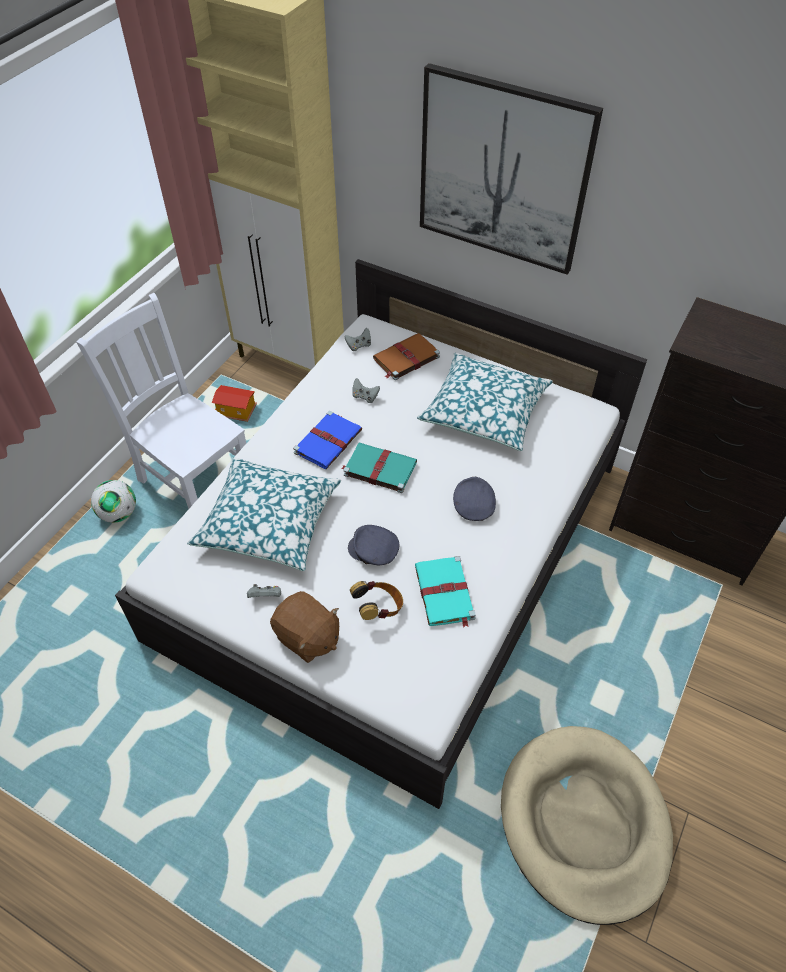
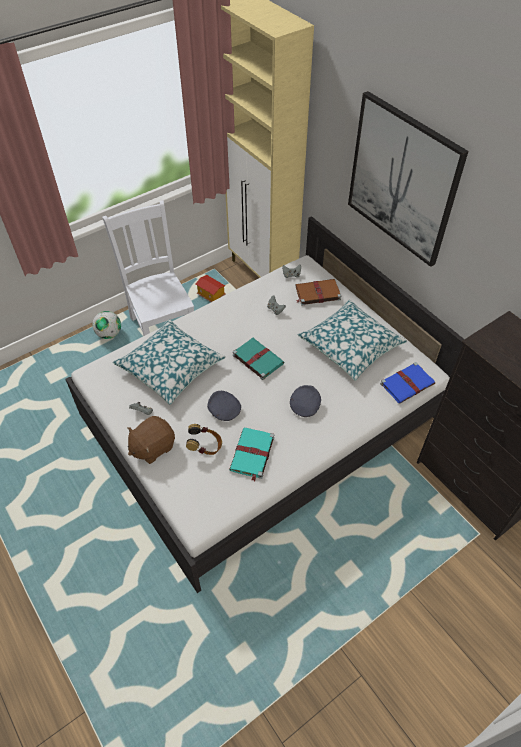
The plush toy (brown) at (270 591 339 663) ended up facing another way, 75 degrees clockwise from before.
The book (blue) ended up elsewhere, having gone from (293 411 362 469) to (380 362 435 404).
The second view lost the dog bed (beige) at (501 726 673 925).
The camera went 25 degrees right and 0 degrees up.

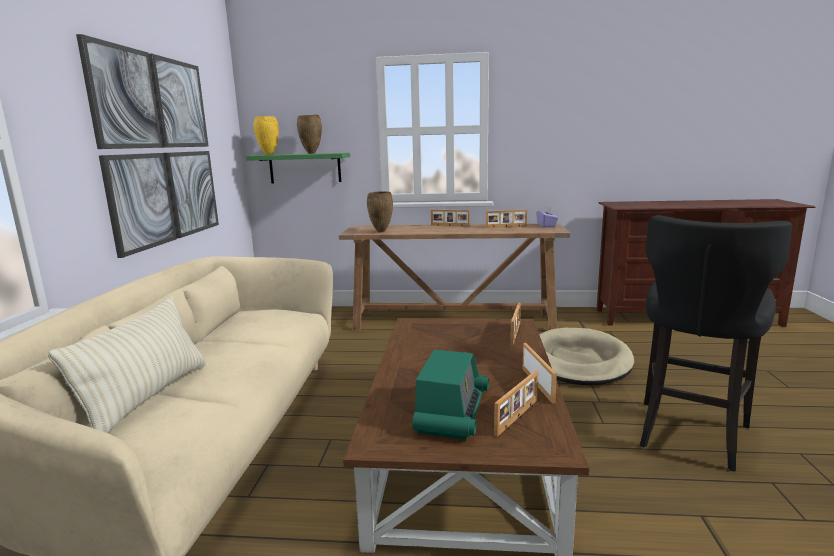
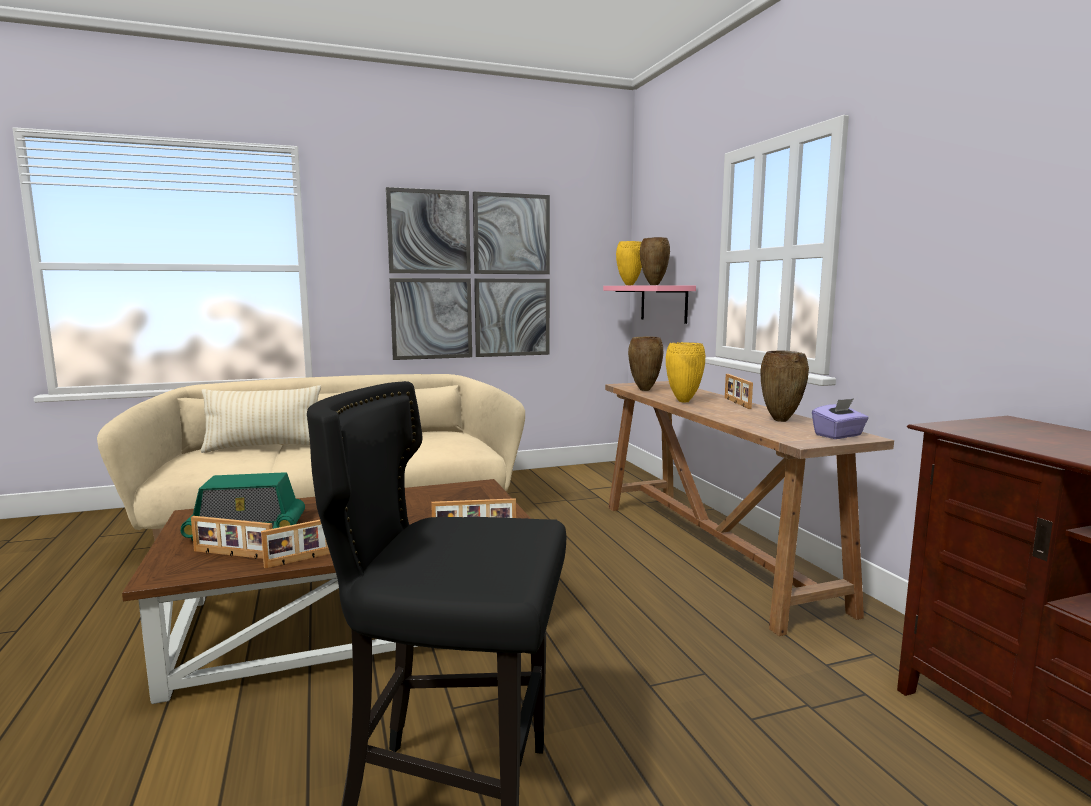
What was the shelf (green) at (245 153 350 183) turned into the shelf (pink) at (603 285 696 324).
Where the picture frame stood at (486 210 527 228), the vase (brown) came to stand at (760 350 809 422).
The second view lost the dog bed (beige) at (539 328 634 385).
The second view gained the vase (yellow) at (666 342 705 402).
The camera went 65 degrees right and 5 degrees down.

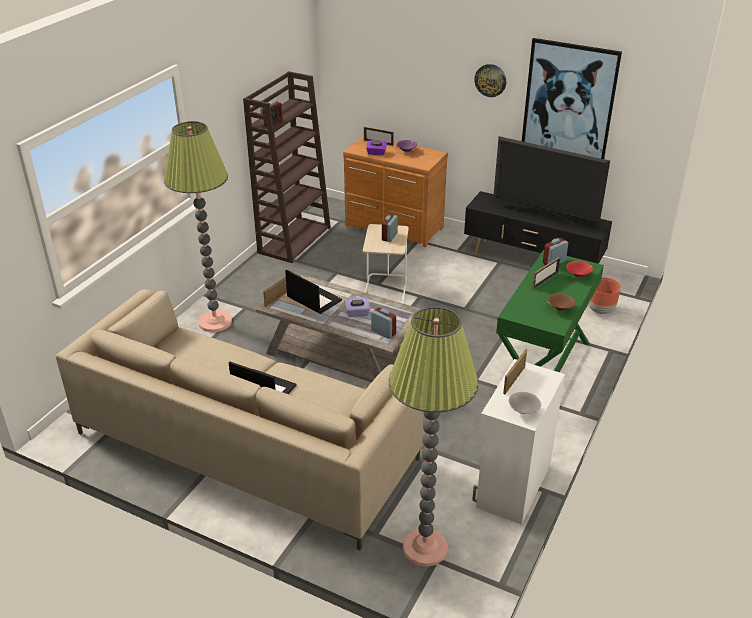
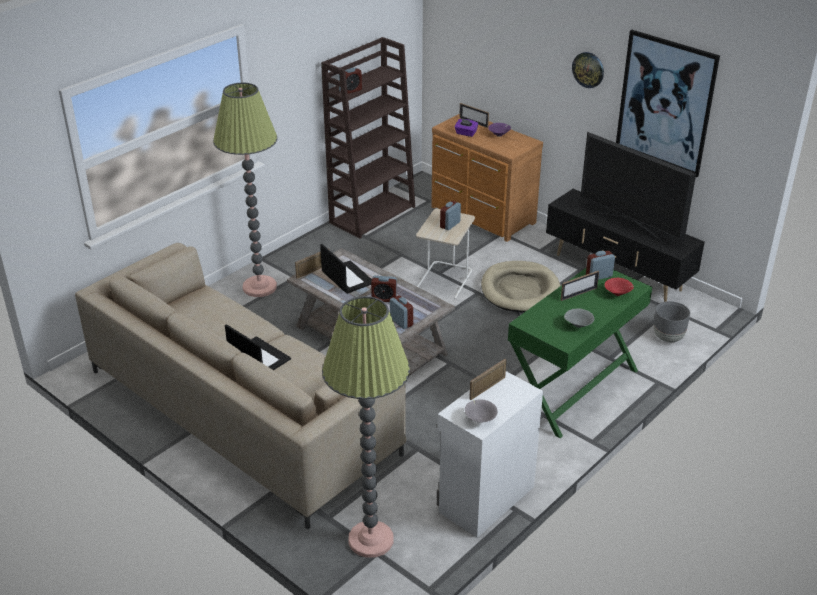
Where the tissue box (purple) stood at (345 297 370 317), the alarm clock came to stand at (371 276 397 302).
What was the bowl (brown) at (547 293 575 311) turned into the bowl (grey) at (564 308 594 328).
What was the planter (brown) at (588 277 621 314) turned into the planter (grey) at (654 301 690 343).
The second view gained the dog bed (beige) at (481 261 561 312).
The camera went 15 degrees right and 0 degrees up.

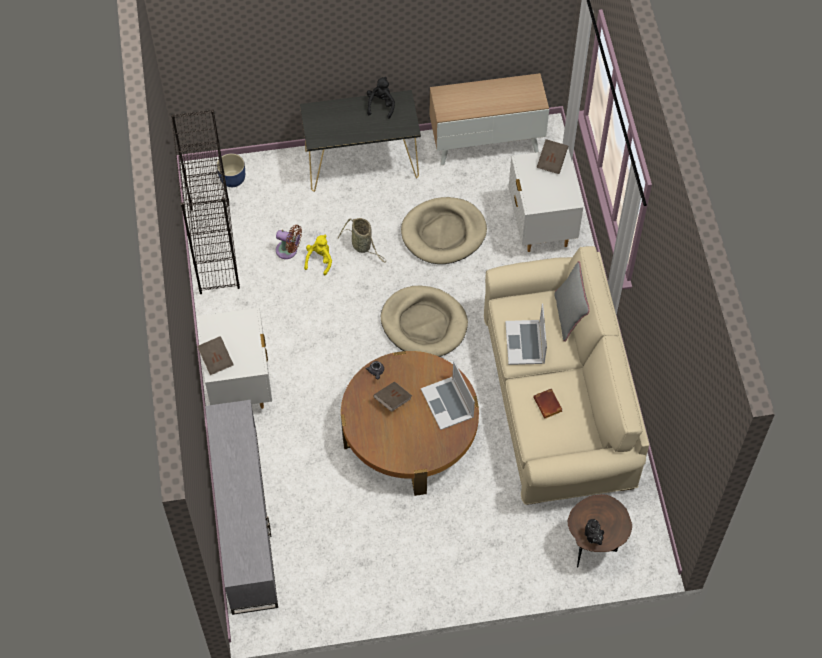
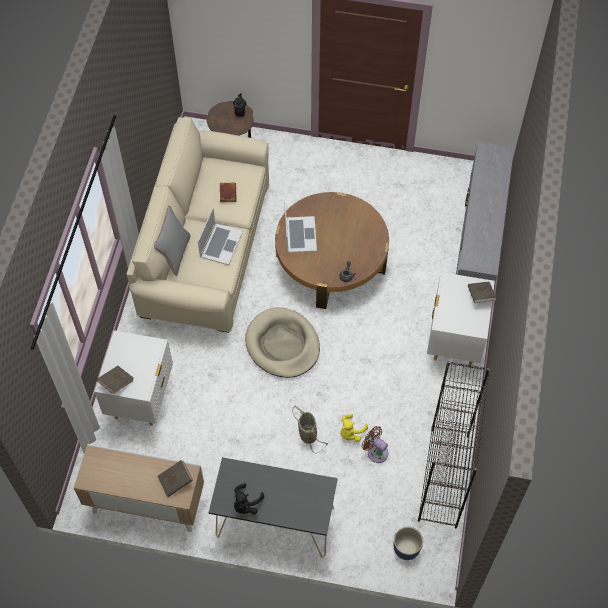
The book (brown) ended up elsewhere, having gone from (373 381 412 412) to (157 460 193 497).
The second view lost the dog bed (beige) at (401 197 487 264).
The camera went 160 degrees left and 0 degrees up.

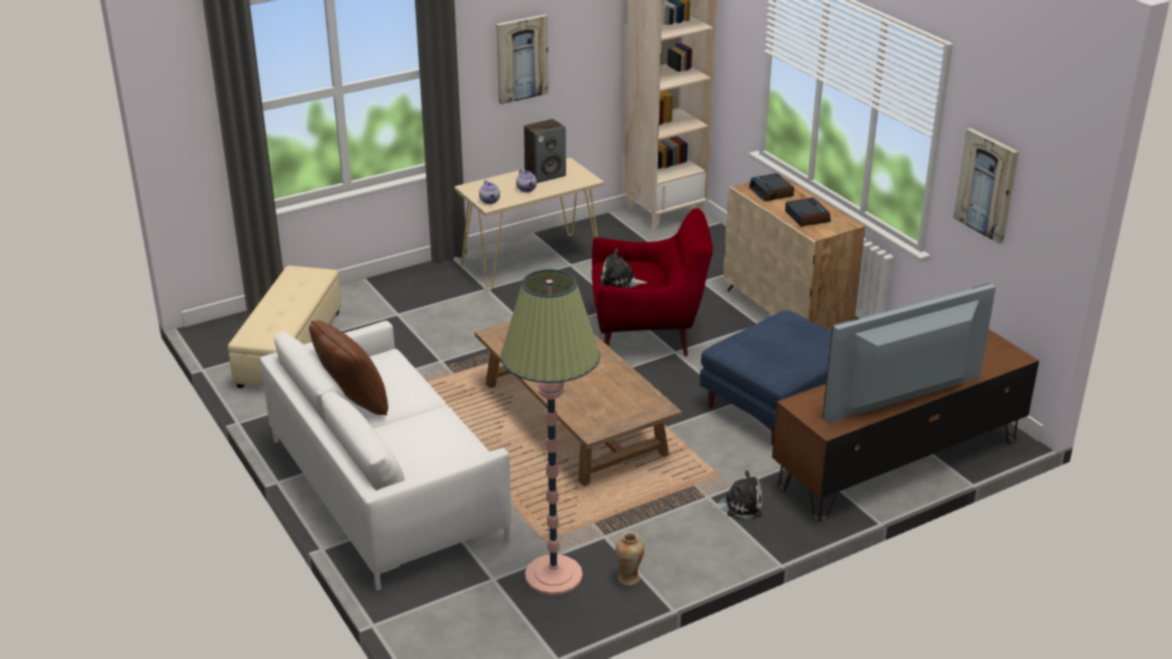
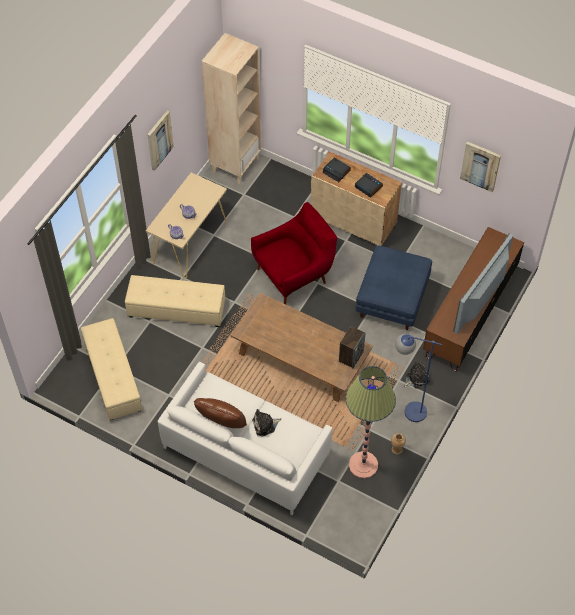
The speaker ended up elsewhere, having gone from (524 119 566 183) to (339 326 365 368).
The plush toy ended up elsewhere, having gone from (600 248 647 288) to (252 409 281 436).
The second view gained the ottoman (beige) at (125 275 225 327).
The second view gained the floor lamp (blue) at (395 334 442 422).
The camera went 30 degrees left and 25 degrees up.

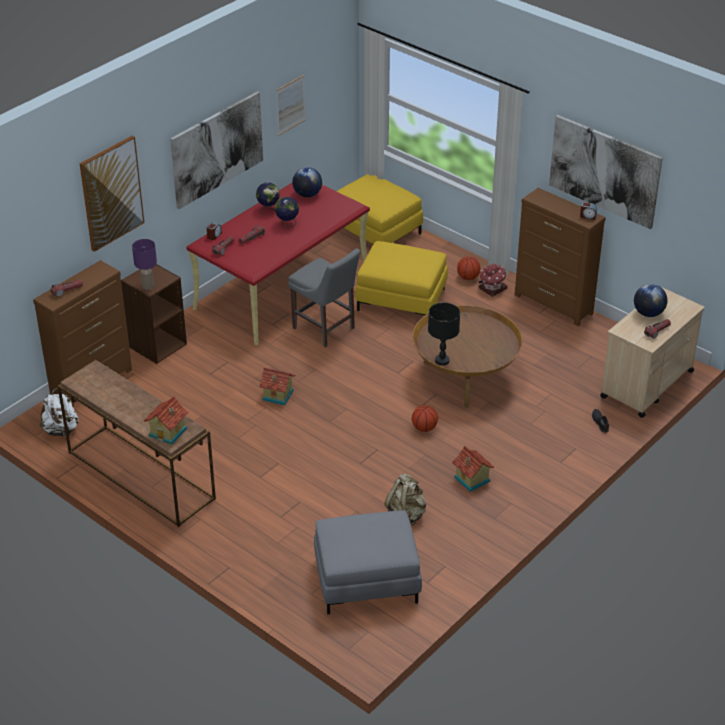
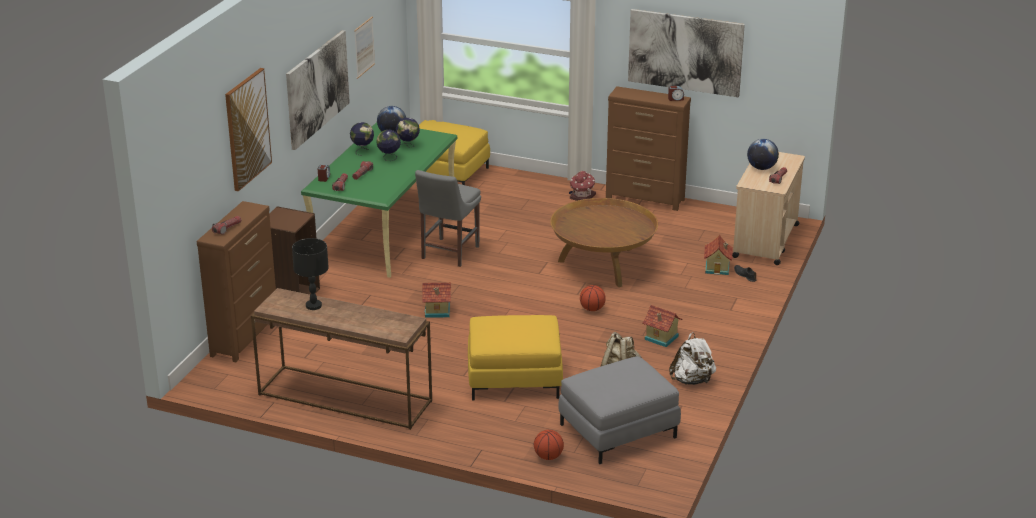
The backpack (white) ended up elsewhere, having gone from (39 388 79 438) to (669 332 716 385).
The second view lost the table lamp (purple) at (132 239 157 290).
The toy house ended up elsewhere, having gone from (144 396 188 445) to (704 235 733 275).
What was the desk (red) at (186 183 370 346) turned into the desk (green) at (301 122 457 278).
The chair (grey) at (288 249 360 347) ended up facing another way, 90 degrees clockwise from before.
The ottoman (yellow) ended up elsewhere, having gone from (355 241 448 315) to (468 315 563 400).
The table lamp (black) ended up elsewhere, having gone from (428 302 460 365) to (292 238 329 310).
The basketball ended up elsewhere, having gone from (457 257 480 280) to (534 430 564 460).
The second view gained the globe at (396 118 420 148).
The camera went 20 degrees left and 10 degrees down.

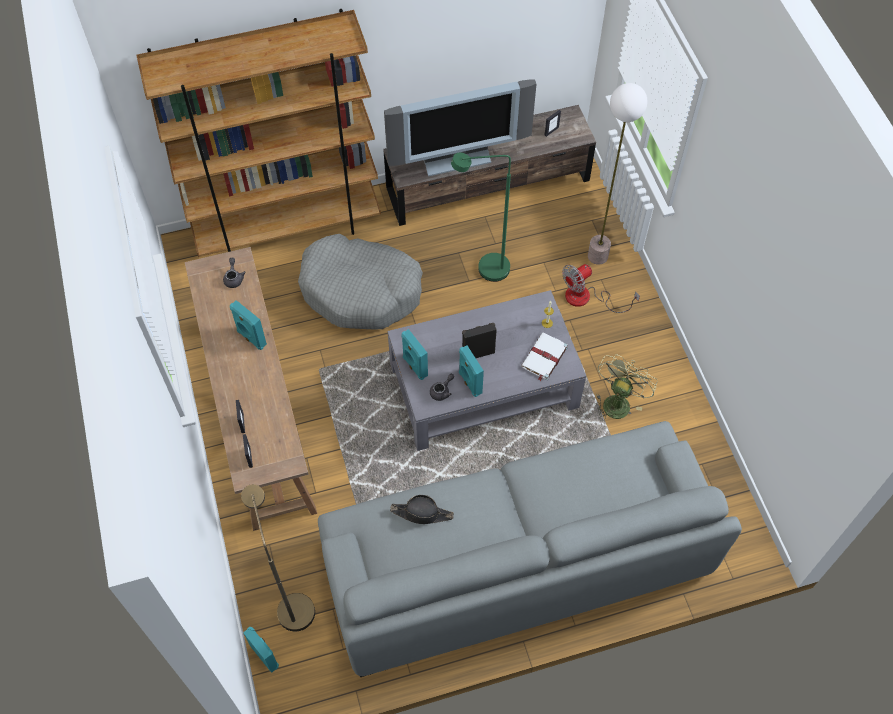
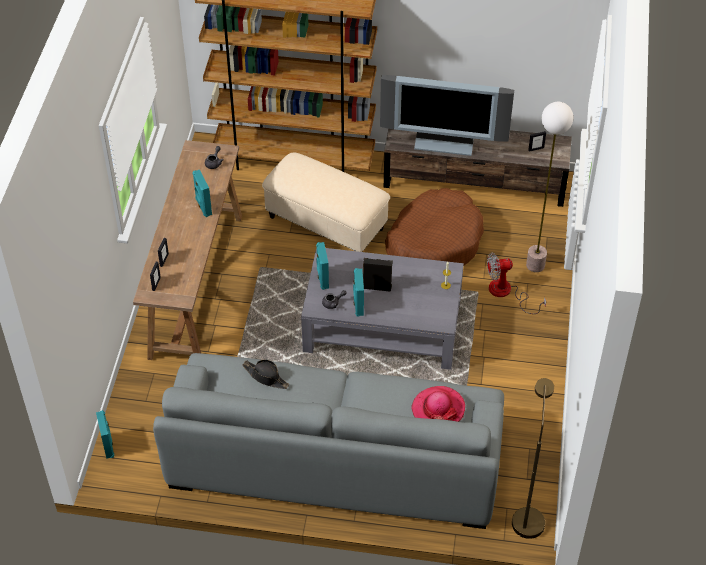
The floor lamp (brown) ended up elsewhere, having gone from (241 484 315 632) to (512 378 554 539).
Where the dog bed (grey) stood at (298 234 423 329), the ottoman (beige) came to stand at (262 152 390 252).
Where the floor lamp (green) stood at (451 152 511 282), the dog bed (brown) came to stand at (385 188 484 265).
The second view lost the book (white) at (521 333 568 381).
The second view lost the fan (green) at (595 354 658 420).
The second view gained the hat at (411 386 465 422).
The camera went 25 degrees right and 10 degrees down.

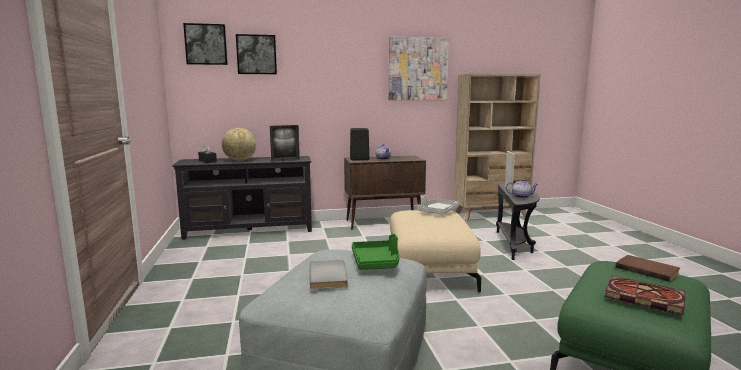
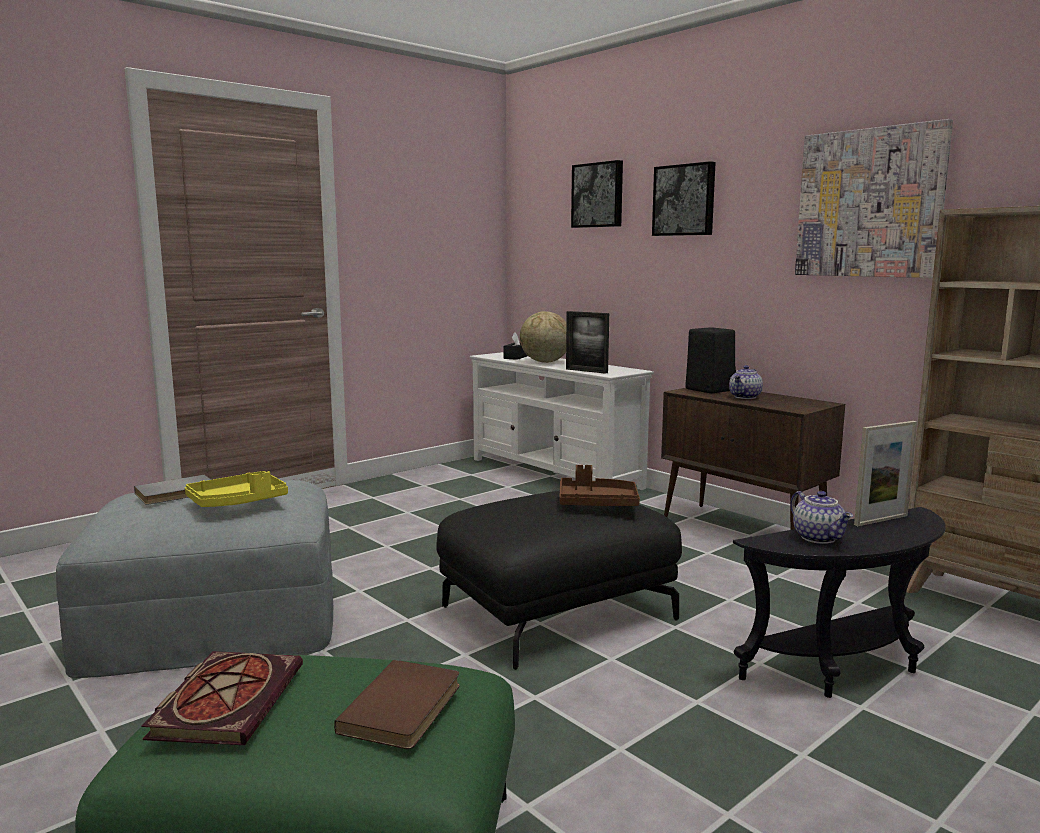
What was the tv stand (black) at (172 156 312 240) turned into the tv stand (white) at (470 352 654 490).
The picture ended up elsewhere, having gone from (183 23 228 65) to (652 161 716 236).
What was the tray (green) at (352 234 400 270) turned into the tray (yellow) at (185 471 288 507).
What was the ottoman (beige) at (390 210 481 293) turned into the ottoman (black) at (436 490 682 670).
What was the tray (grey) at (417 196 459 215) turned into the tray (brown) at (560 465 640 506).
The camera went 60 degrees right and 0 degrees up.

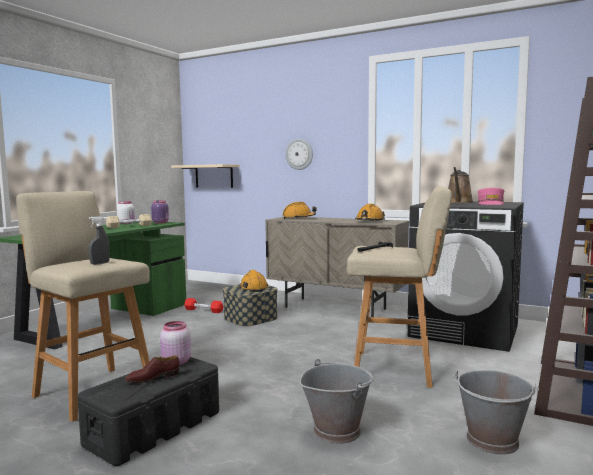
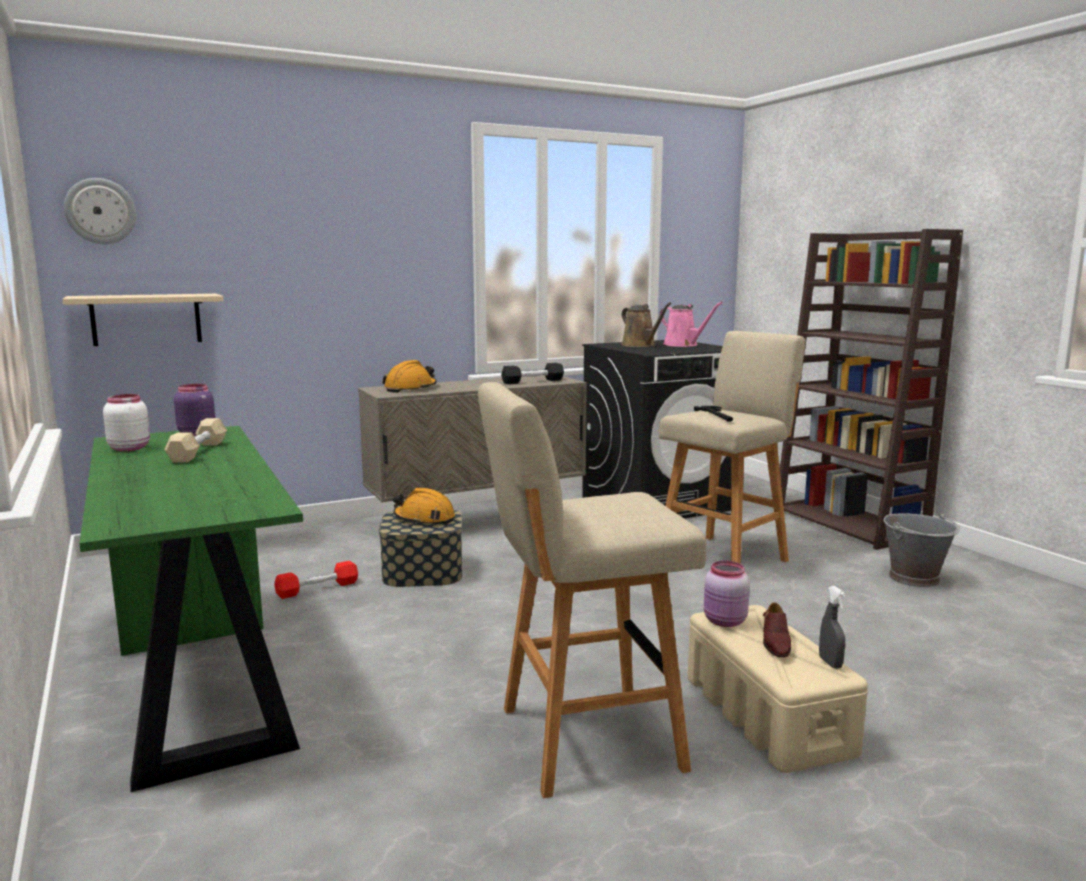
What was the storage box (black) at (77 357 219 466) turned into the storage box (beige) at (688 605 868 773).
The spray bottle (grey) ended up elsewhere, having gone from (88 216 110 264) to (819 586 846 669).
The wall clock ended up elsewhere, having gone from (285 138 313 170) to (64 178 136 244).
The second view lost the bucket (grey) at (300 359 374 444).
Where the hard hat (orange) stood at (355 204 385 221), the dumbbell (black) came to stand at (501 363 564 384).
Where the cap (pink) stood at (478 188 504 205), the watering can (pink) came to stand at (659 302 722 347).
The camera went 55 degrees left and 5 degrees up.

